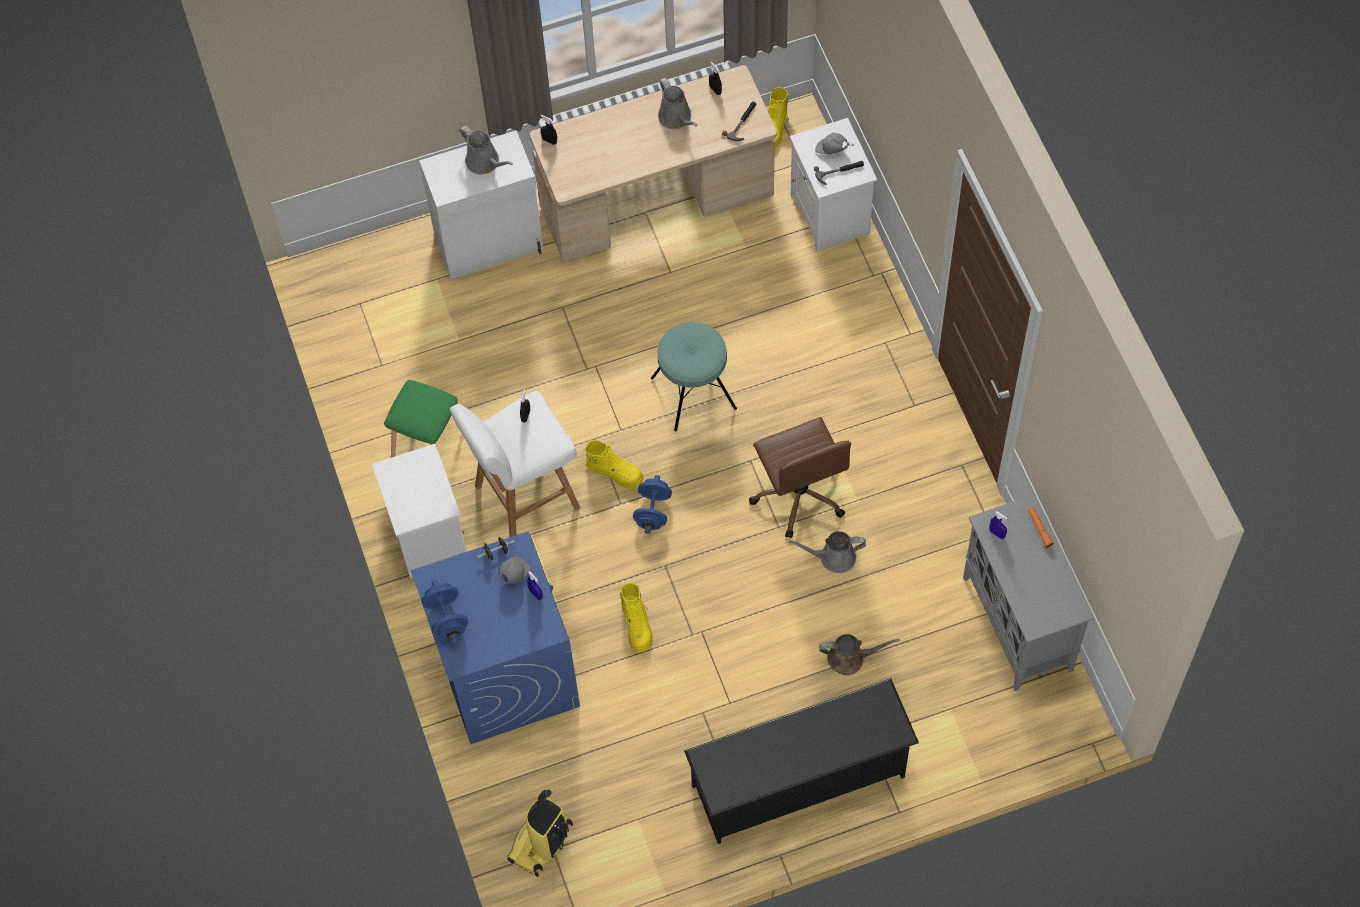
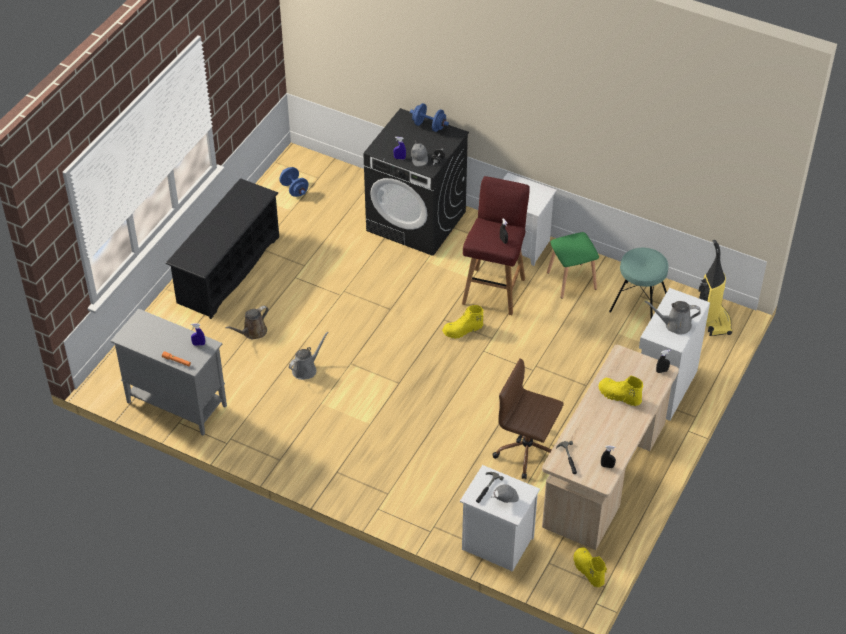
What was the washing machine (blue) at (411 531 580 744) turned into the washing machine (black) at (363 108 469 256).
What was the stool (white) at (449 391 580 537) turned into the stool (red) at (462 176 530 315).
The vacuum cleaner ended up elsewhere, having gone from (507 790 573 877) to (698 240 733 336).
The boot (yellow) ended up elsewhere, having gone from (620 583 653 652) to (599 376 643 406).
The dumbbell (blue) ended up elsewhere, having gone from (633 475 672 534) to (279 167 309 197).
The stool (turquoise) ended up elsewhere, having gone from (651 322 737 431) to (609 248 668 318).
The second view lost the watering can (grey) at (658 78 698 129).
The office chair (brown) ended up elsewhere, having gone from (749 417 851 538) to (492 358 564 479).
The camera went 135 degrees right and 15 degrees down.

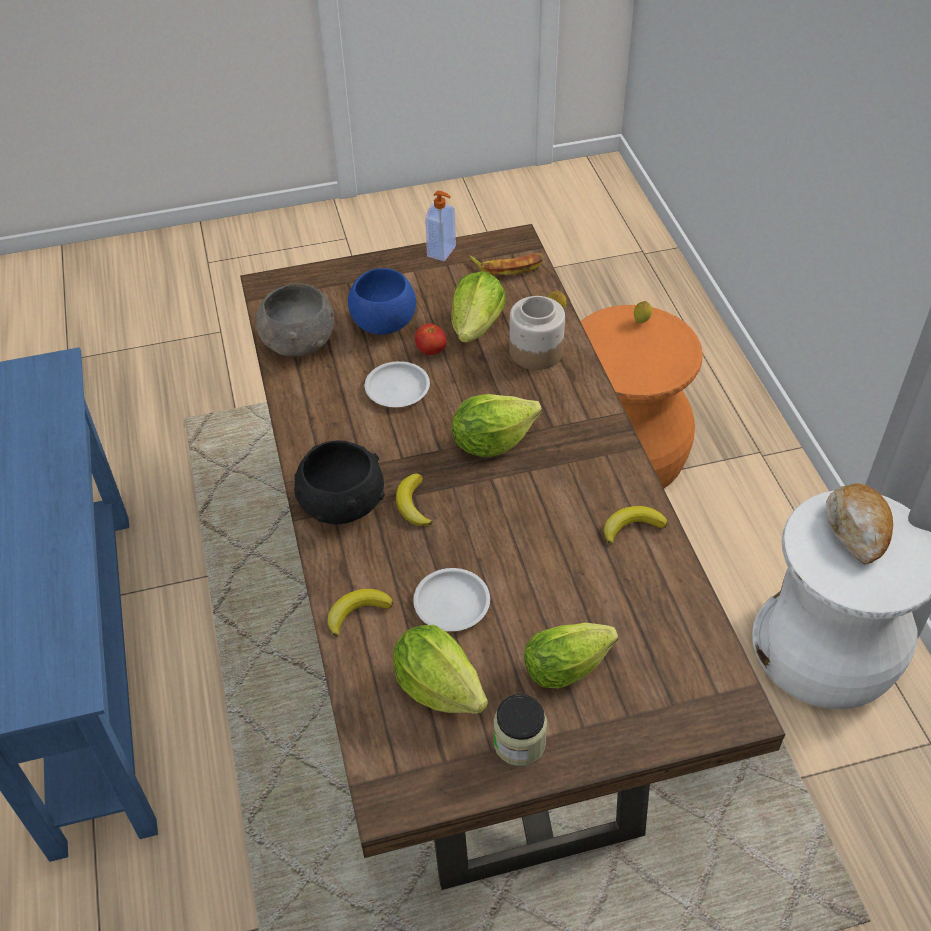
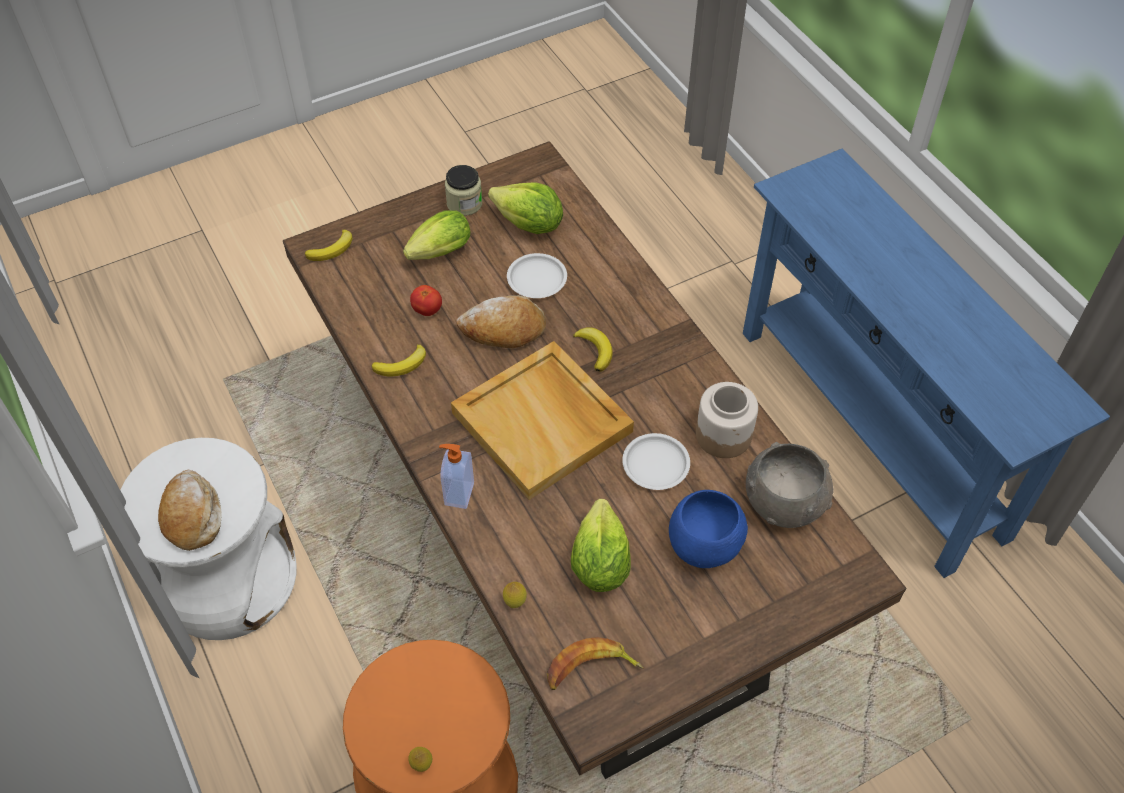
The second view lost the bowl (black) at (294 440 385 524).
The banana ended up elsewhere, having gone from (327 589 393 637) to (305 230 353 261).
The tomato ended up elsewhere, having gone from (415 323 447 355) to (410 285 442 316).
The soap dispenser ended up elsewhere, having gone from (425 191 456 261) to (439 444 474 509).
Where the lettuce stood at (452 394 542 457), the tray (beige) came to stand at (451 341 634 500).
The jar ended up elsewhere, having gone from (509 296 565 370) to (696 382 758 458).
The second view gained the bread at (456 295 546 348).
The camera went 165 degrees right and 5 degrees up.

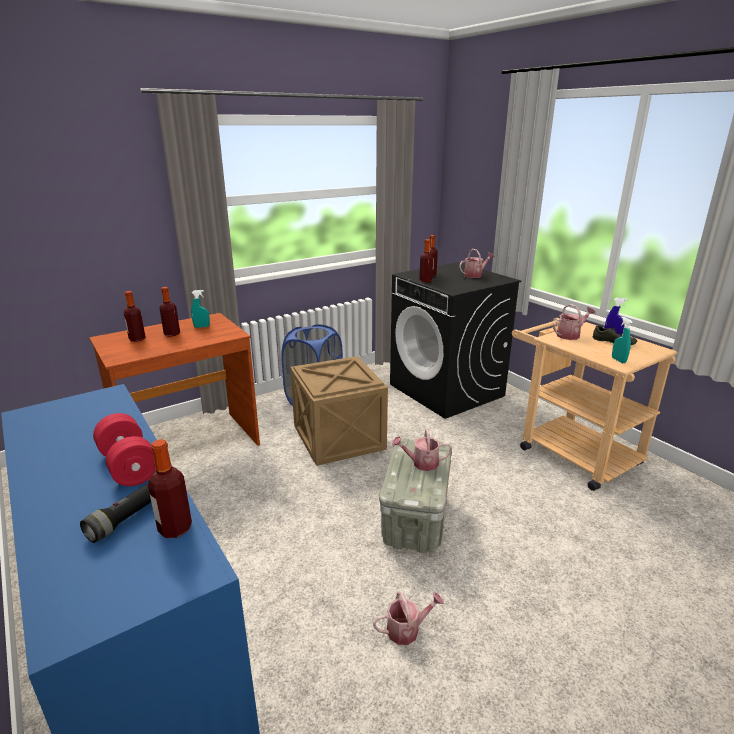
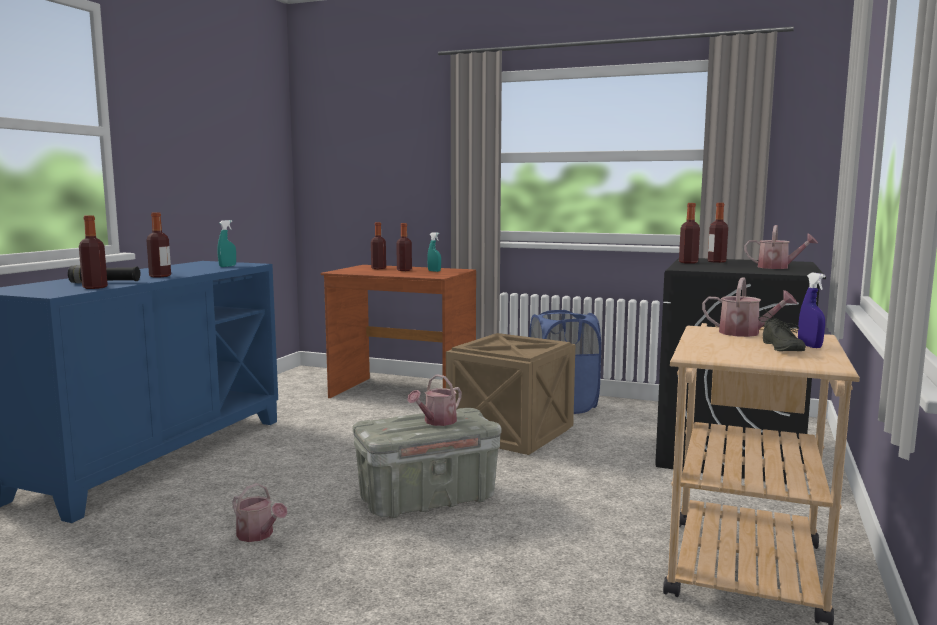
Where the dumbbell (red) stood at (93 413 156 486), the bottle came to stand at (147 212 171 277).
The watering can at (392 429 452 471) ended up facing another way, 105 degrees counterclockwise from before.
The spray bottle (turquoise) ended up elsewhere, having gone from (612 317 633 363) to (218 220 236 267).
The camera went 55 degrees right and 15 degrees down.

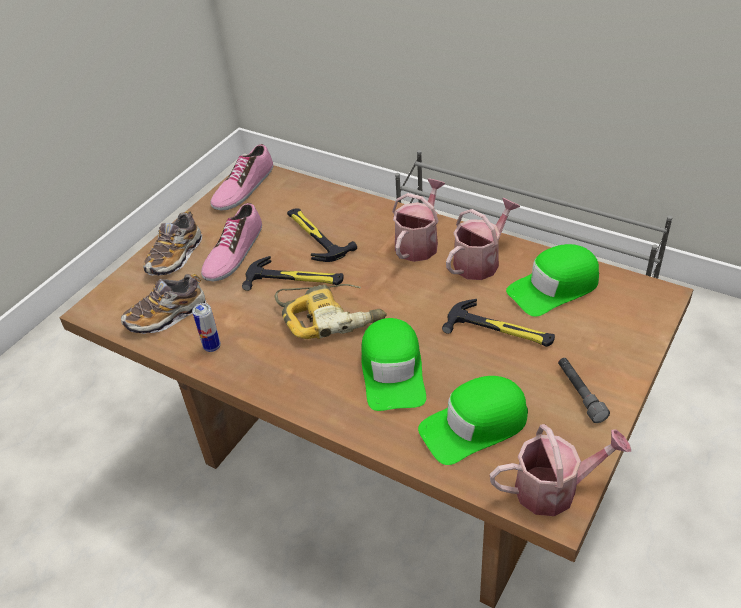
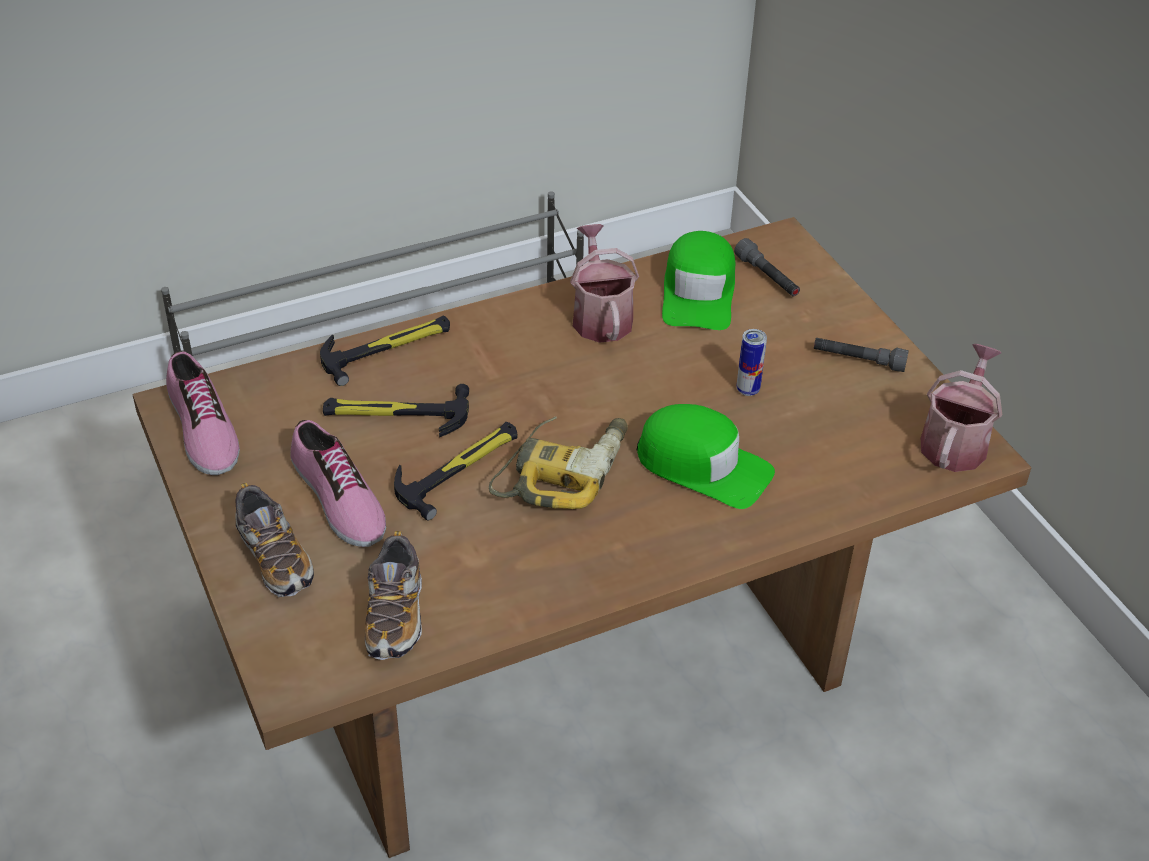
The can ended up elsewhere, having gone from (192 303 221 352) to (737 329 767 396).
The second view lost the watering can at (392 178 446 262).
The second view lost the cap (green) at (418 376 528 465).
The hammer ended up elsewhere, having gone from (442 299 555 347) to (320 315 450 386).
The second view gained the flashlight (grey) at (734 238 800 296).
The camera went 60 degrees left and 0 degrees up.

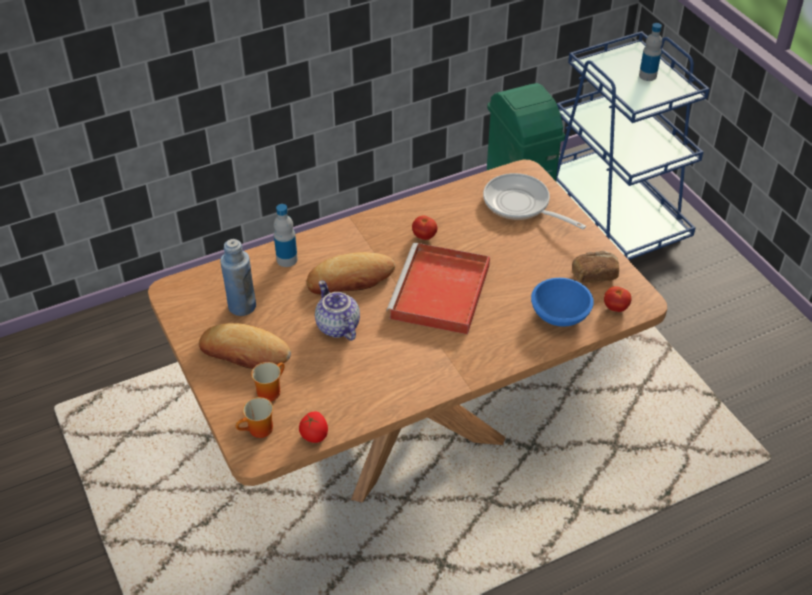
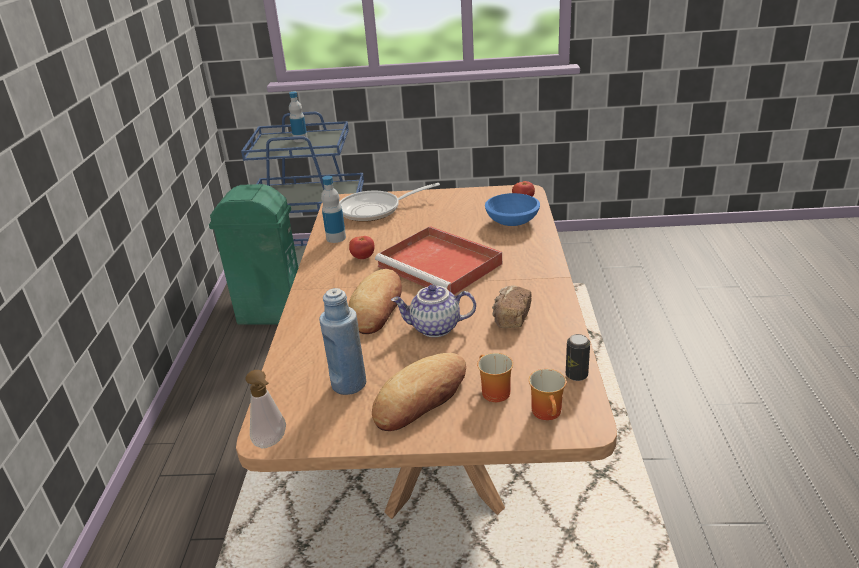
The bottle ended up elsewhere, having gone from (274 204 298 267) to (321 176 346 243).
Where the tomato stood at (299 412 328 443), the can came to stand at (566 334 590 381).
The bread ended up elsewhere, having gone from (572 251 619 283) to (492 285 532 328).
The second view gained the soap dispenser at (245 370 286 448).
The camera went 60 degrees left and 15 degrees down.

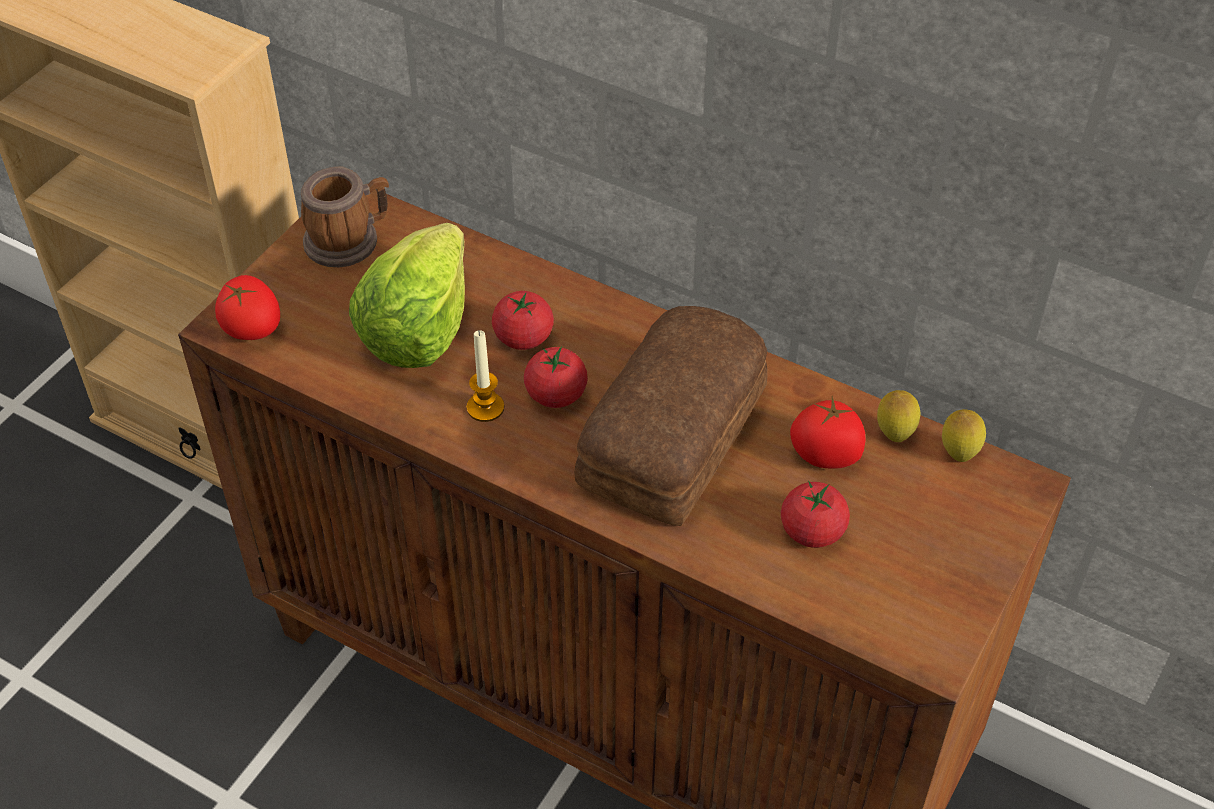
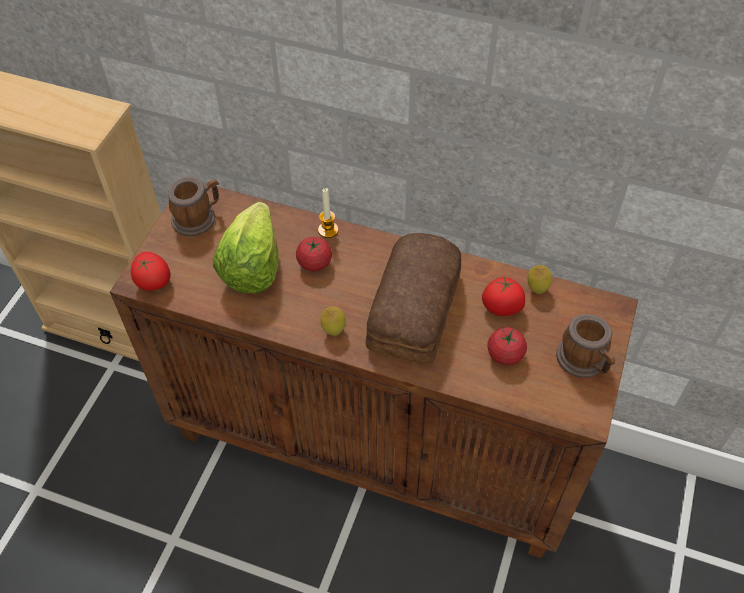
The candle ended up elsewhere, having gone from (467 330 504 422) to (318 188 339 238).
The second view lost the tomato at (524 346 588 408).
The lemon ended up elsewhere, having gone from (942 409 986 462) to (320 307 346 336).
The second view gained the mug at (556 314 615 378).
The camera went 10 degrees left and 5 degrees up.

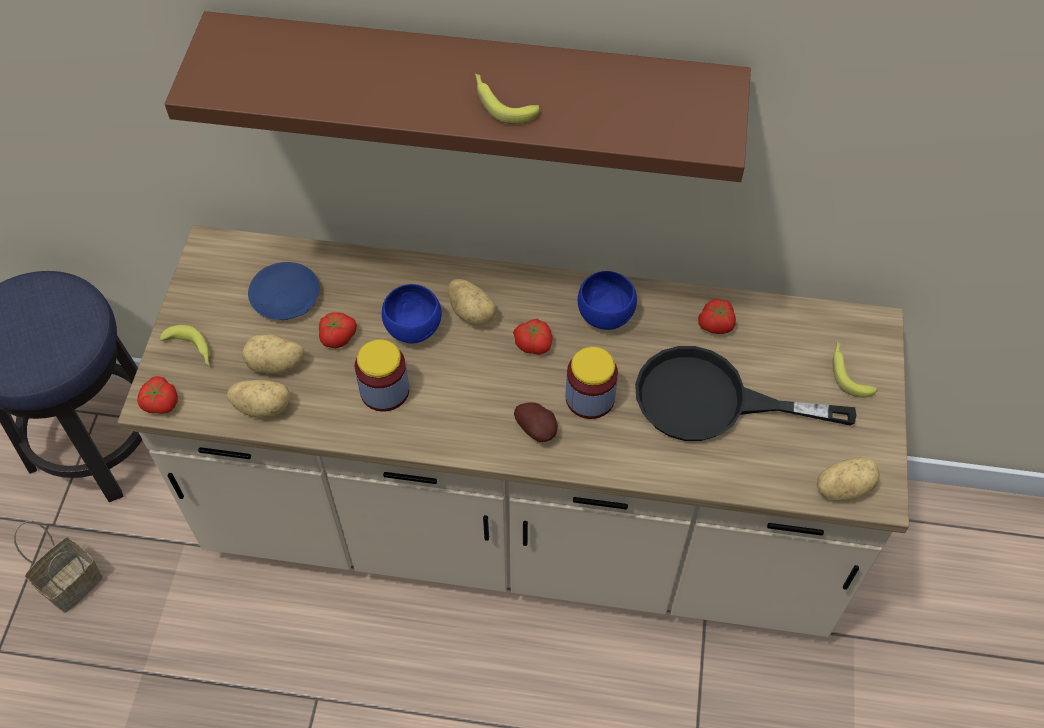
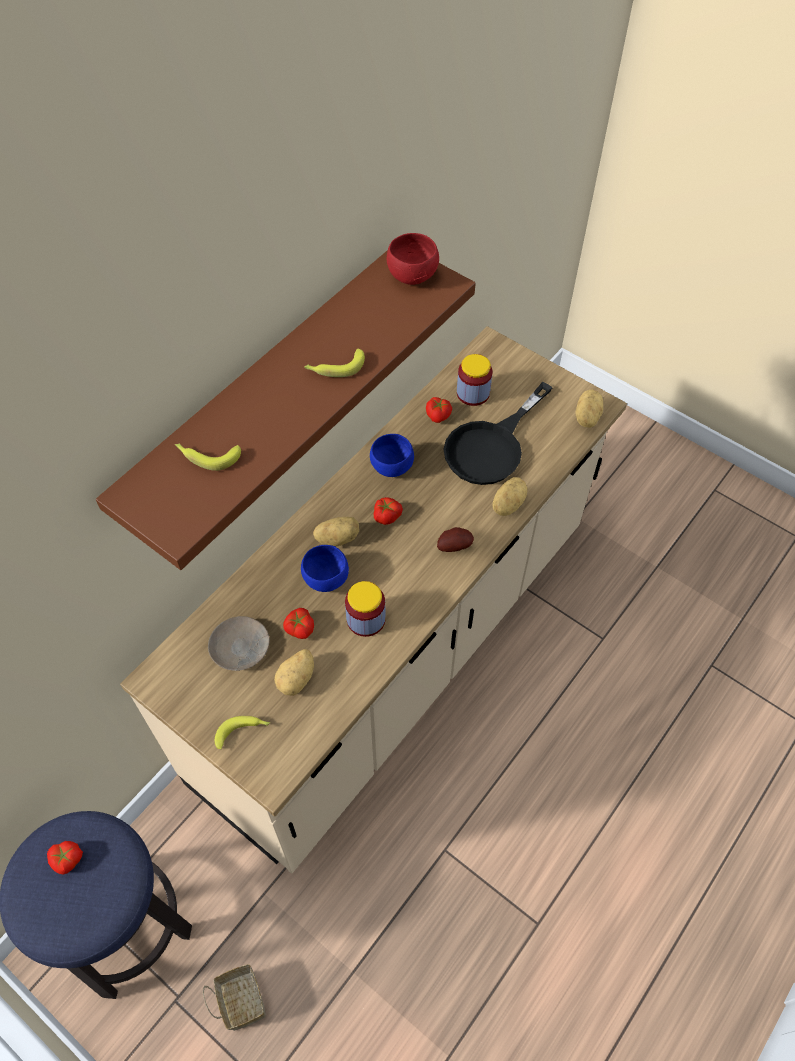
The tomato ended up elsewhere, having gone from (137 376 178 414) to (47 841 83 874).
The potato ended up elsewhere, having gone from (227 380 291 418) to (492 477 528 516).
What was the plate (blue) at (248 262 319 320) turned into the plate (beige) at (208 616 270 671).
The jar ended up elsewhere, having gone from (566 347 618 419) to (457 354 492 406).
The banana ended up elsewhere, having gone from (832 341 877 398) to (175 443 241 471).
The second view gained the bowl (red) at (387 233 439 285).
The camera went 60 degrees left and 0 degrees up.

